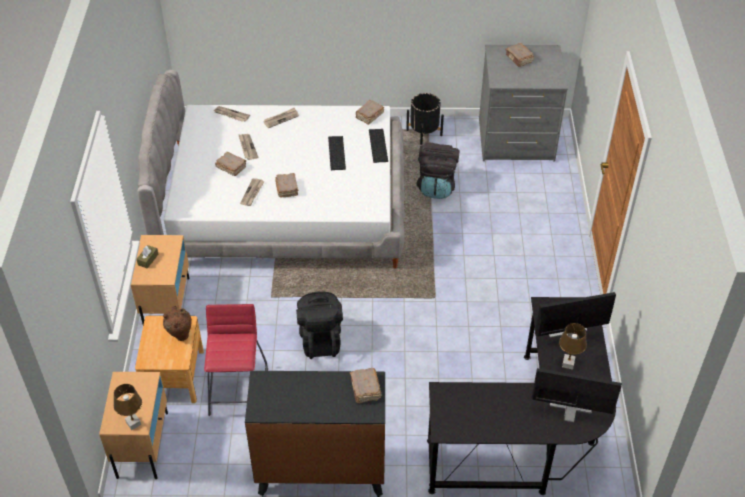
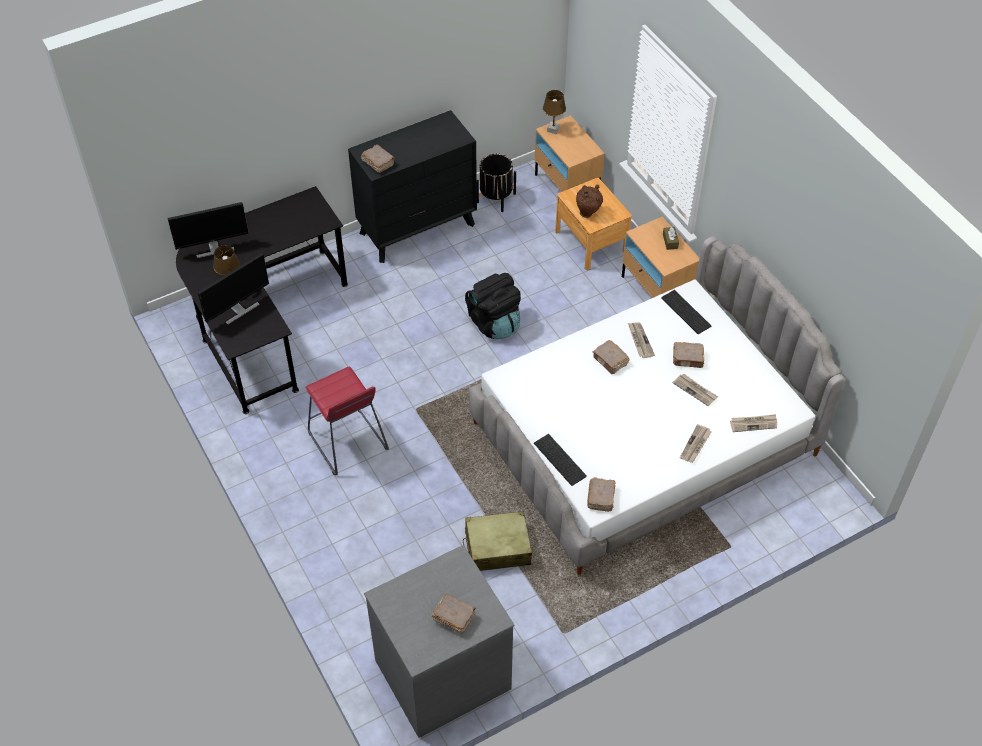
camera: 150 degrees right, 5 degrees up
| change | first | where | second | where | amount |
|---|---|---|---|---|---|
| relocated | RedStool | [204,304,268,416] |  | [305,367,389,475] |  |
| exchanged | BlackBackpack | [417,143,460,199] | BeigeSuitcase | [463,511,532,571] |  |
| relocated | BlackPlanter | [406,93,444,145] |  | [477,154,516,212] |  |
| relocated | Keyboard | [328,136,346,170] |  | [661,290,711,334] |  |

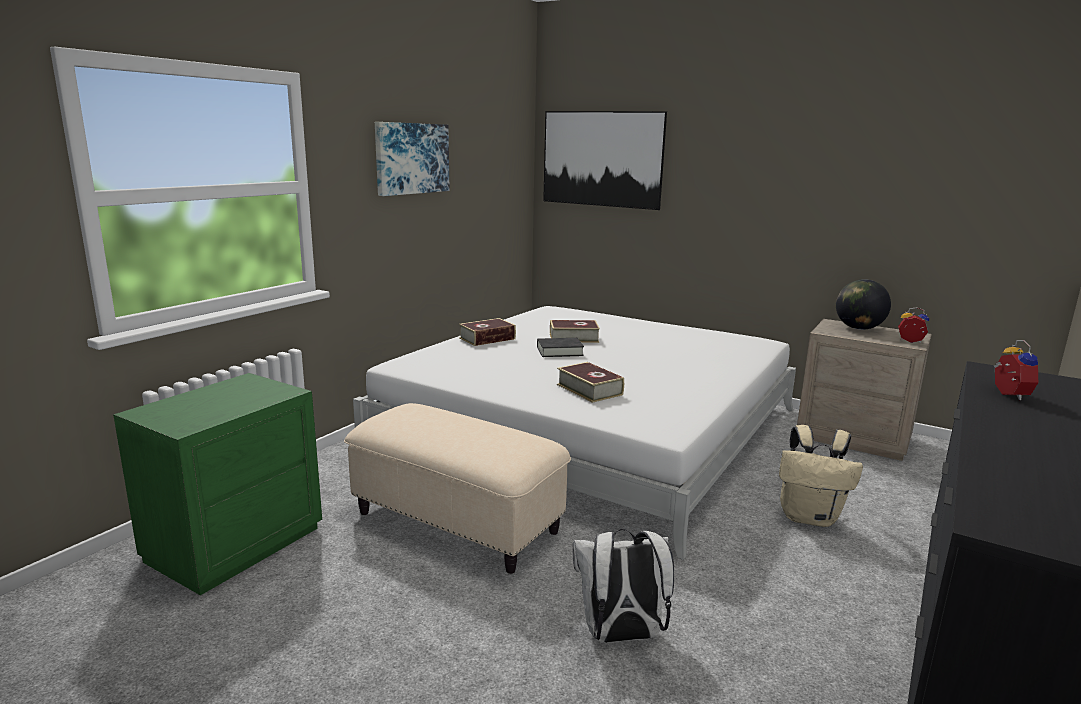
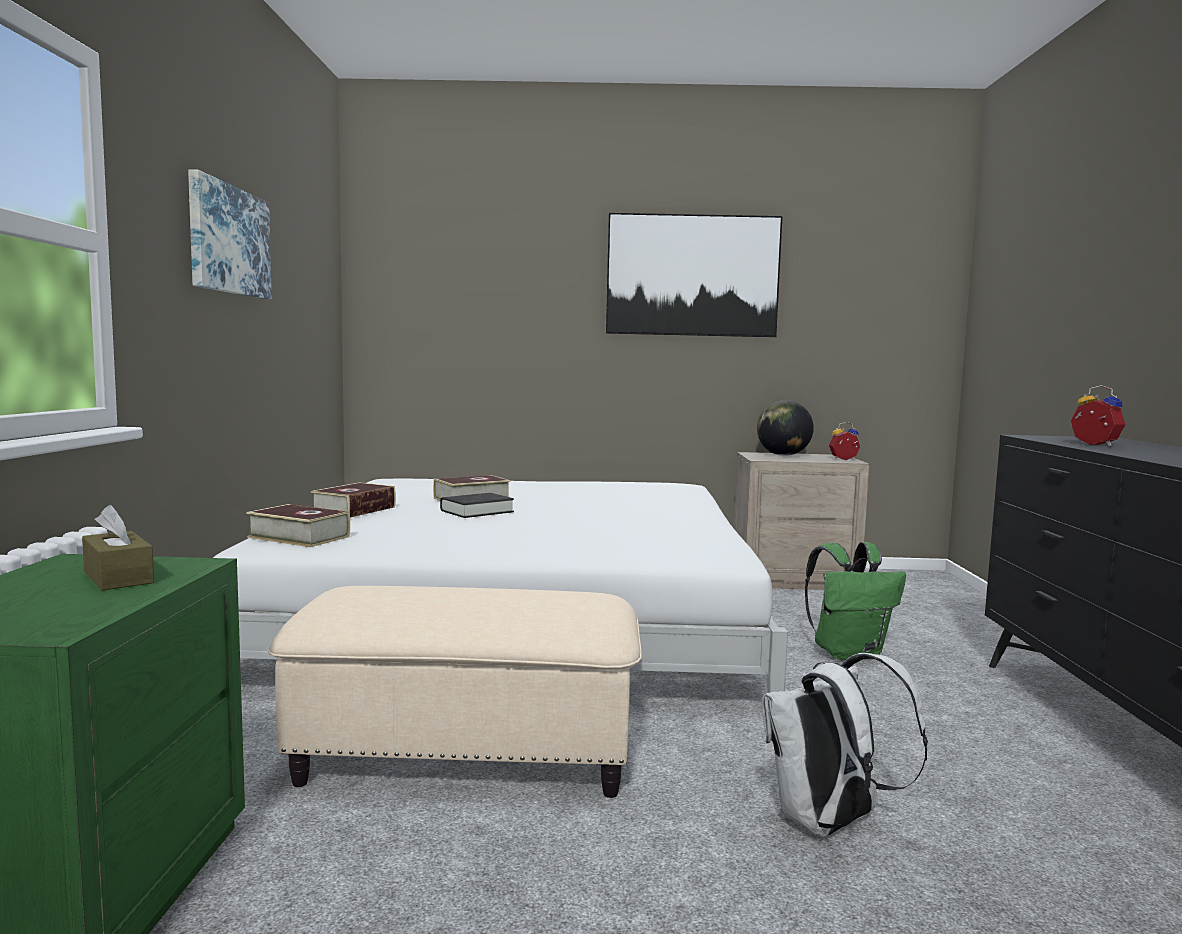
camera: 30 degrees left, 10 degrees down
| change | first | where | second | where | amount |
|---|---|---|---|---|---|
| appeared |  |  | BrownTissueBox | [82,505,154,591] |  |
| relocated | Book | [557,362,624,403] |  | [247,504,350,547] |  |
| relocated | Picture | [543,111,667,210] |  | [606,213,783,337] |  |
| colour | BeigeBackpack | [779,425,863,527] | GreenBackpack | [805,542,906,661] |  |

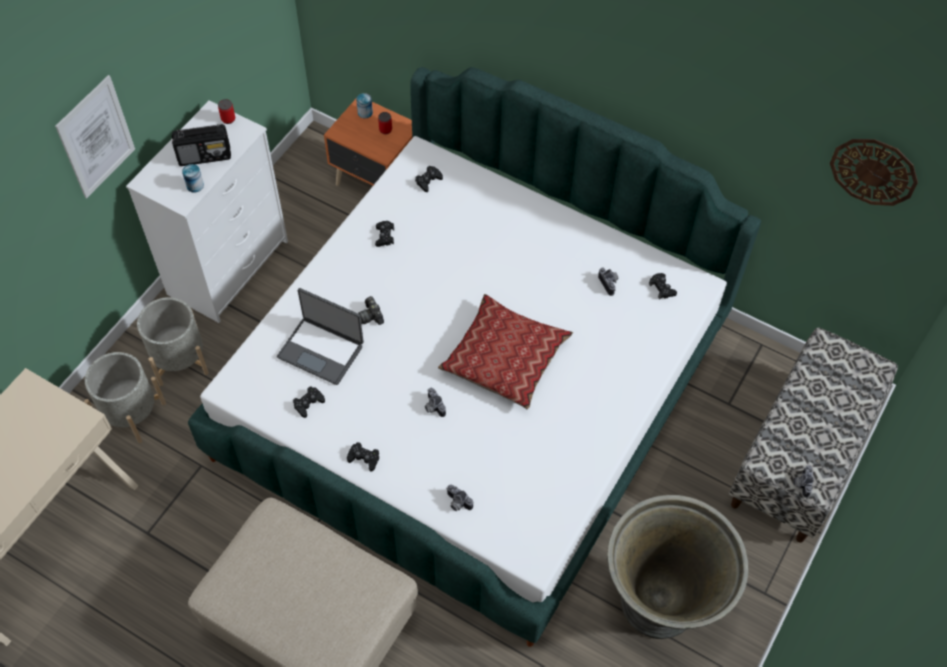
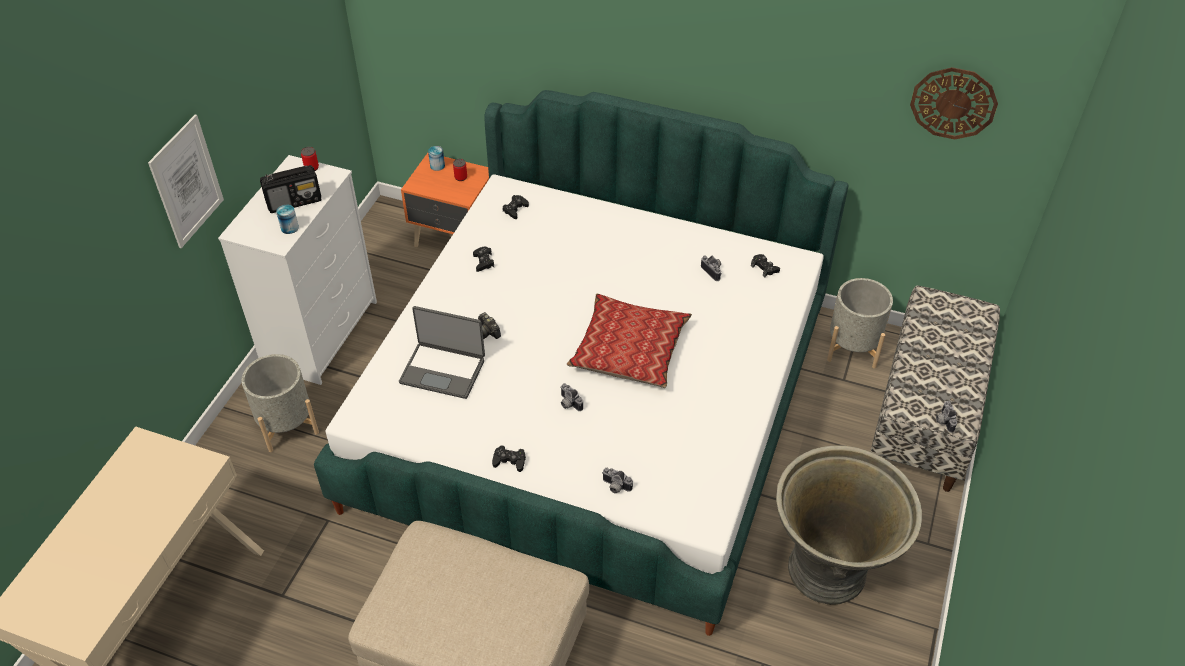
camera: 10 degrees left, 10 degrees down
| change | first | where | second | where | amount |
|---|---|---|---|---|---|
| relocated | GreyPlanter | [84,352,166,443] |  | [827,278,893,369] |  |
| missing | BlackGameController | [293,386,325,418] |  |  |  |

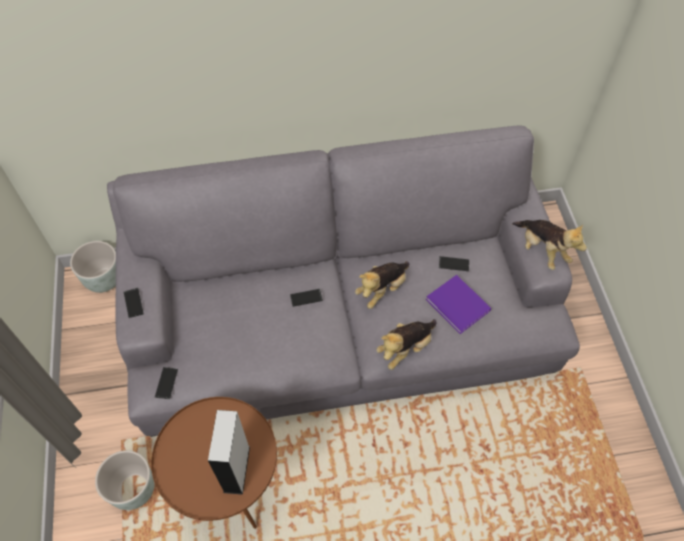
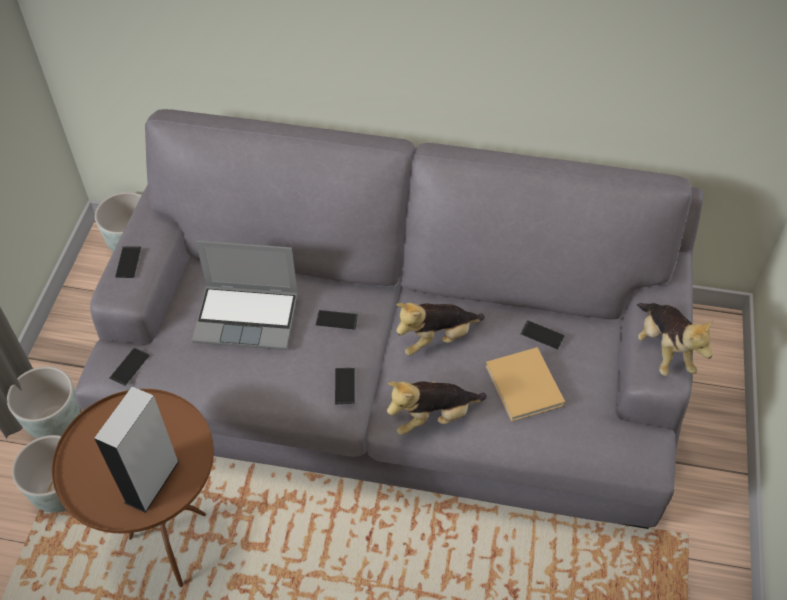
camera: 20 degrees right, 5 degrees down
| change | first | where | second | where | amount |
|---|---|---|---|---|---|
| appeared |  |  | GreyPlanter | [7,366,80,438] |  |
| appeared |  |  | Laptop | [192,240,298,350] |  |
| appeared |  |  | Phone | [335,368,355,404] |  |
| colour | PurpleBook | [426,275,491,334] | BeigeBook | [485,347,565,422] |  |

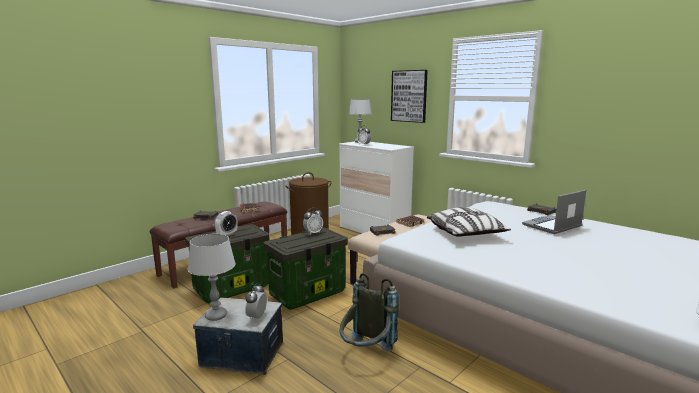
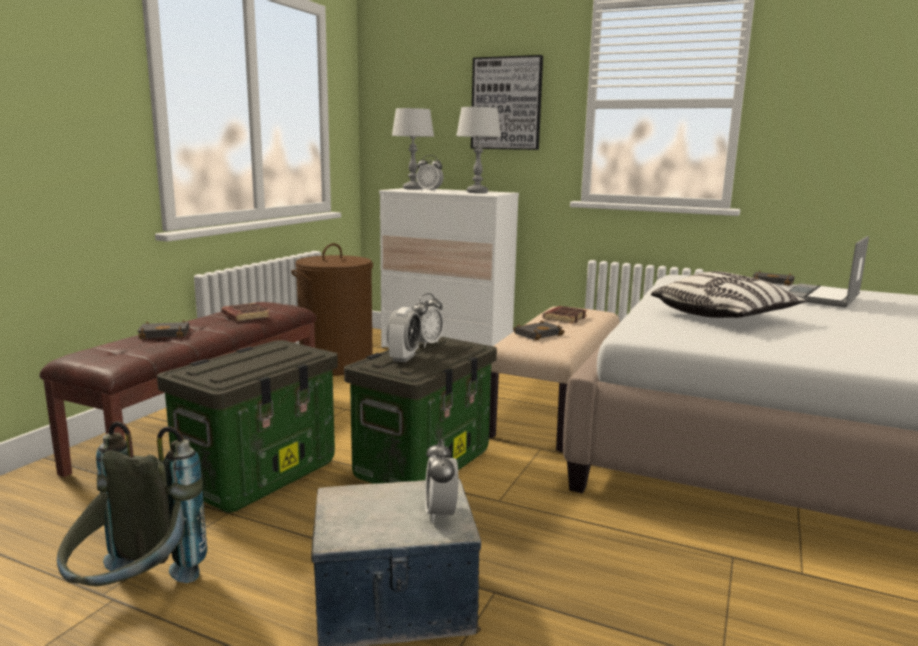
camera: 20 degrees left, 0 degrees up
| change | first | where | second | where | amount |
|---|---|---|---|---|---|
| relocated | GreyBackpack | [339,273,399,351] |  | [57,421,207,586] |  |
| relocated | AlarmClock | [215,211,238,236] |  | [387,307,421,362] |  |
| relocated | GreyTableLamp | [188,234,236,321] |  | [456,107,502,193] |  |

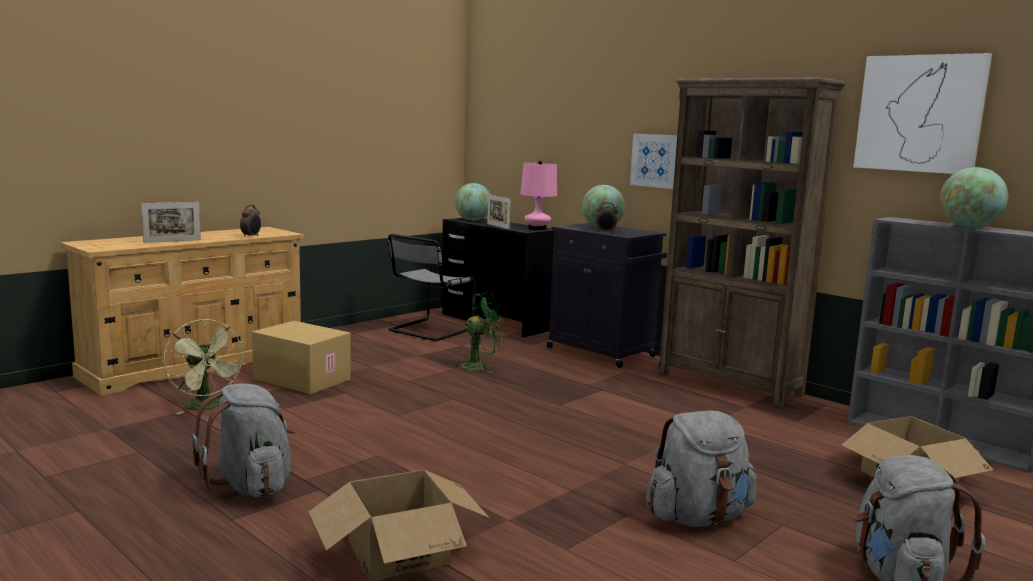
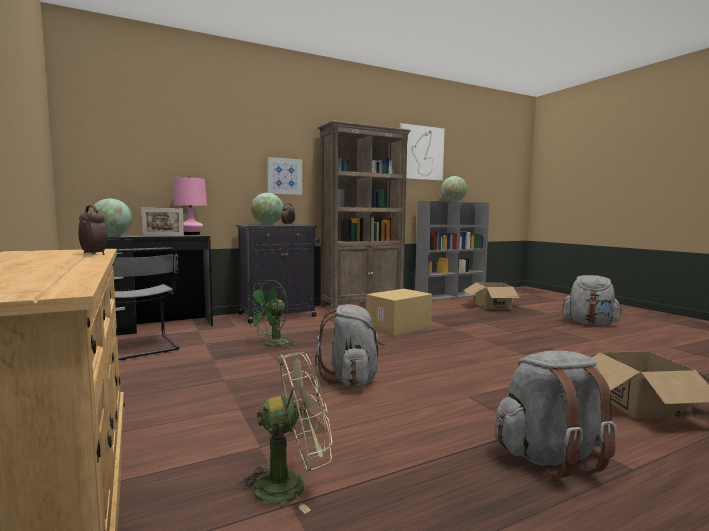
camera: 70 degrees left, 5 degrees down
| change | first | where | second | where | amount |
|---|---|---|---|---|---|
| spun | GreenFan | [451,292,507,373] |  | [247,280,295,348] | 135 degrees counterclockwise |
| relocated | GreyBackpack | [646,411,757,527] |  | [315,304,385,386] |  |
| relocated | CardboardBox | [252,321,351,395] |  | [366,289,432,336] |  |
| missing | PictureFrame | [141,202,201,243] |  |  |  |

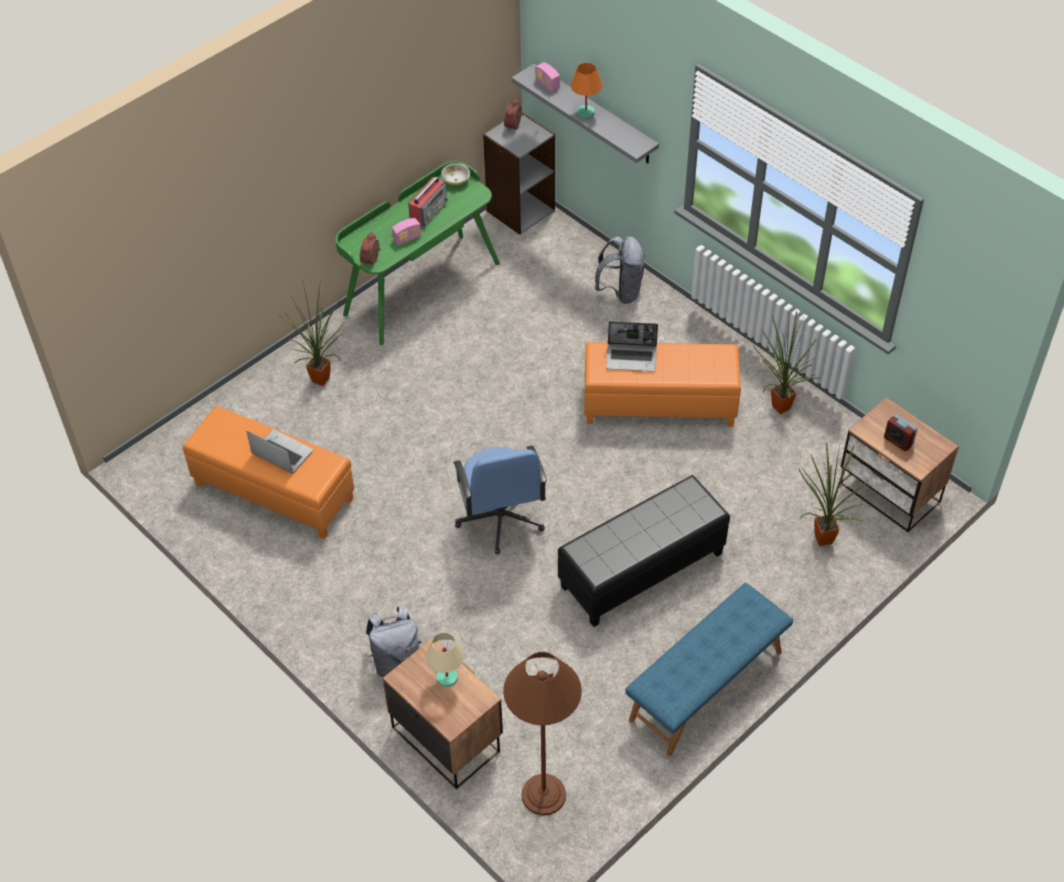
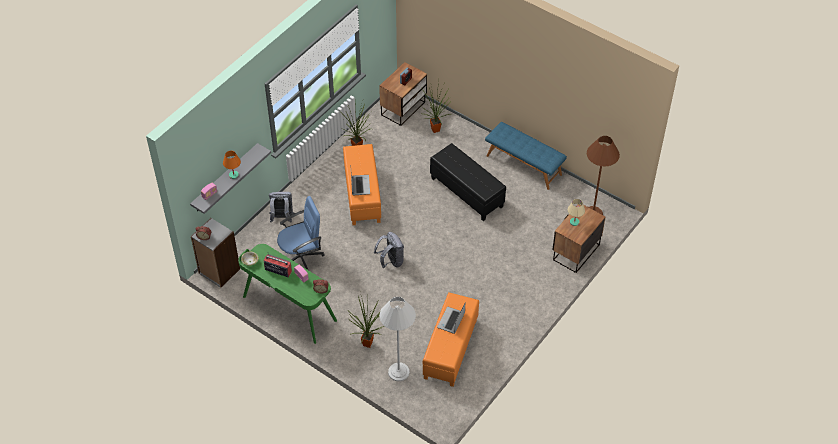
camera: 100 degrees left, 0 degrees up
| change | first | where | second | where | amount |
|---|---|---|---|---|---|
| relocated | BlueOfficeChair | [453,446,547,555] |  | [277,196,324,270] |  |
| relocated | GreyBackpack | [366,606,422,677] |  | [374,232,404,268] |  |
| appeared |  |  | WhiteFloorLamp | [379,297,416,381] |  |

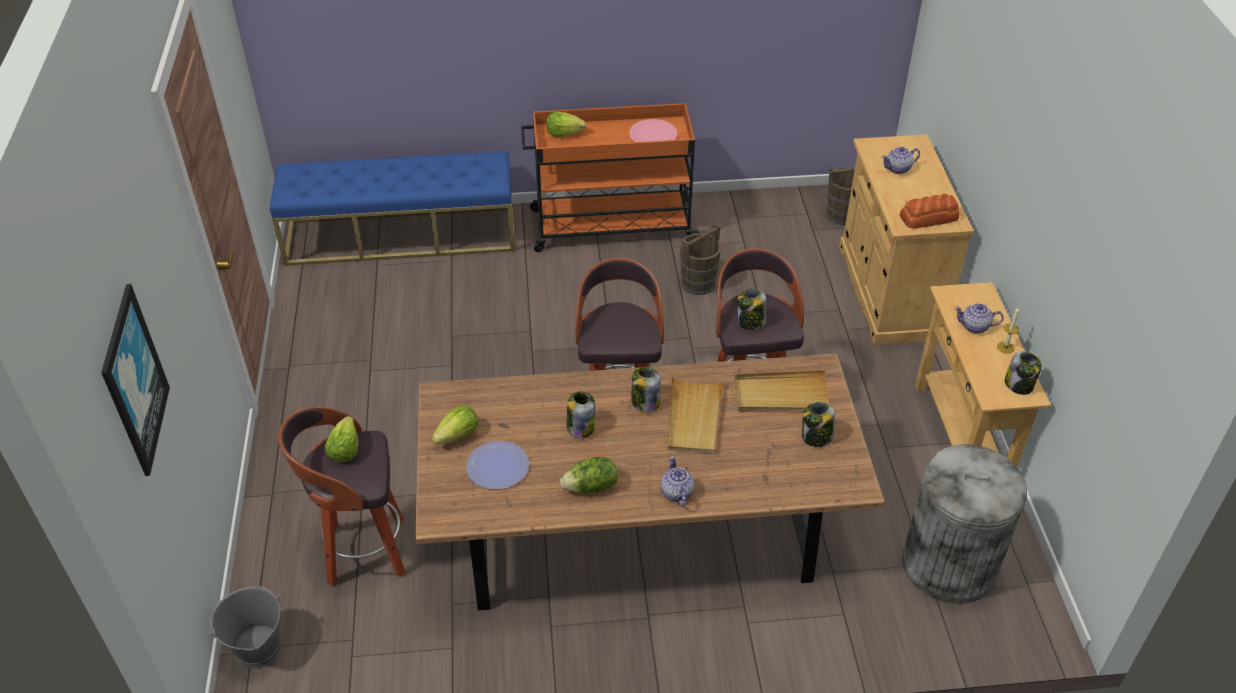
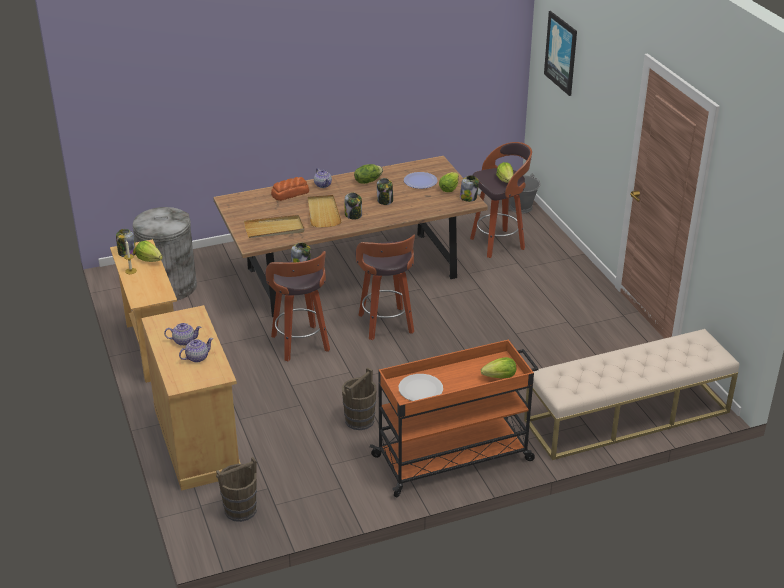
camera: 165 degrees right, 10 degrees down
| change | first | where | second | where | amount |
|---|---|---|---|---|---|
| appeared |  |  | Lettuce | [136,241,163,262] |  |
| relocated | Teapot | [954,303,1004,333] |  | [164,323,201,346] |  |
| relocated | Bread | [900,194,959,229] |  | [271,177,309,201] |  |
| colour | PinkPlate | [629,119,678,142] | WhitePlate | [399,374,443,401] |  |
| relocated | Jar | [802,402,835,447] |  | [460,175,479,202] |  |
| colour | BlueBench | [270,151,515,266] | BeigeBench | [524,329,739,460] |  |

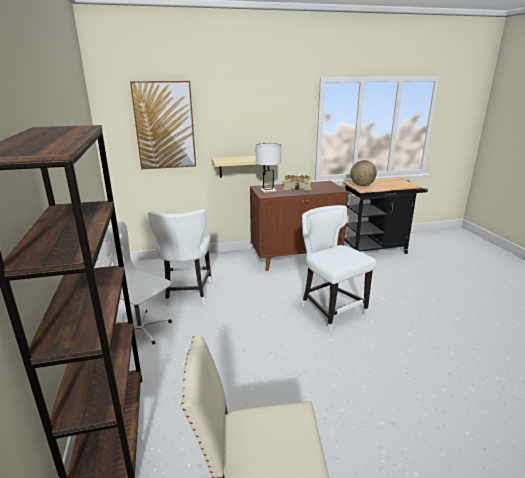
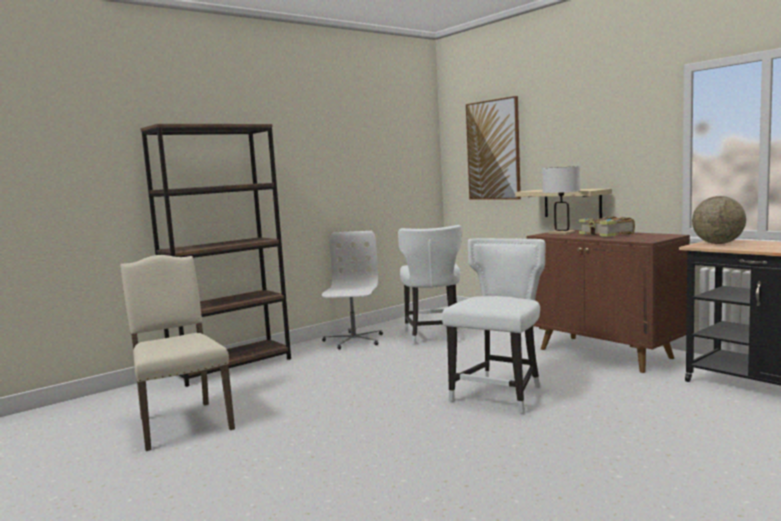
camera: 65 degrees right, 15 degrees down
| change | first | where | second | where | amount |
|---|---|---|---|---|---|
| spun | WhiteChair | [148,209,212,306] |  | [398,225,462,345] | 60 degrees counterclockwise |

